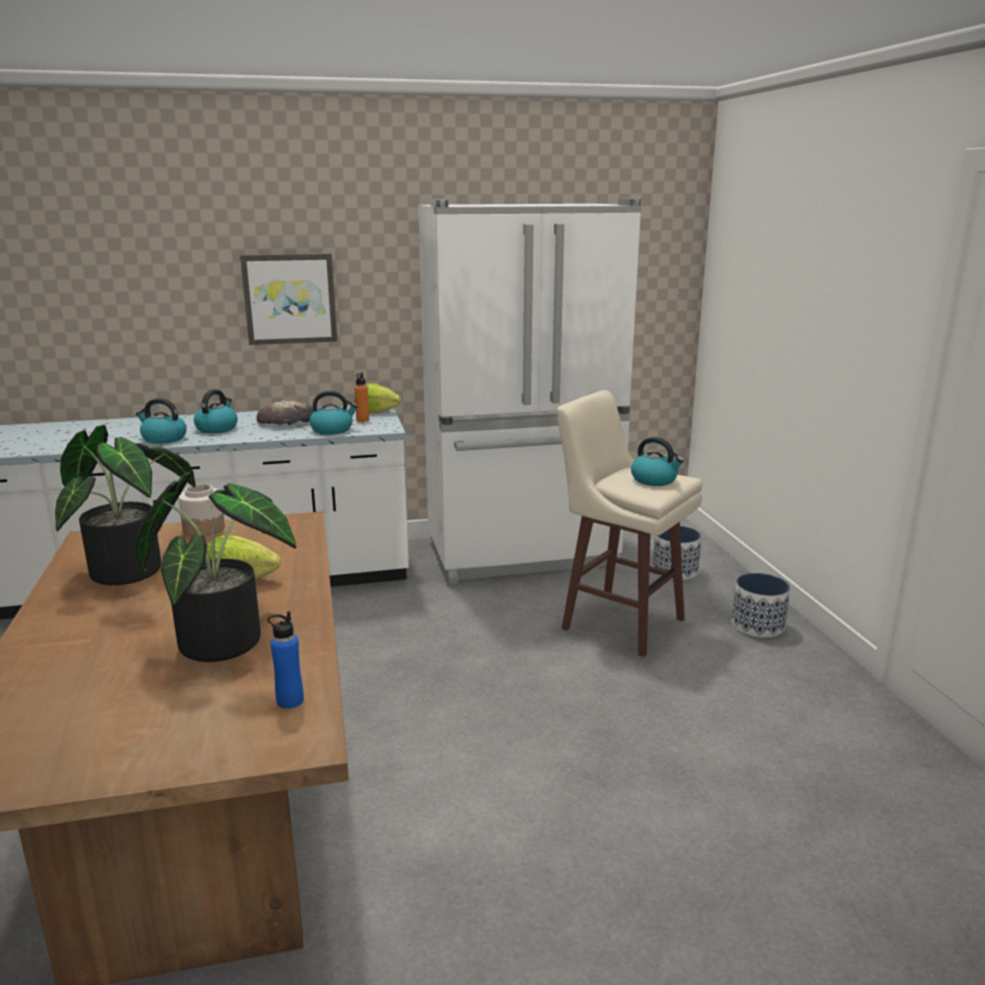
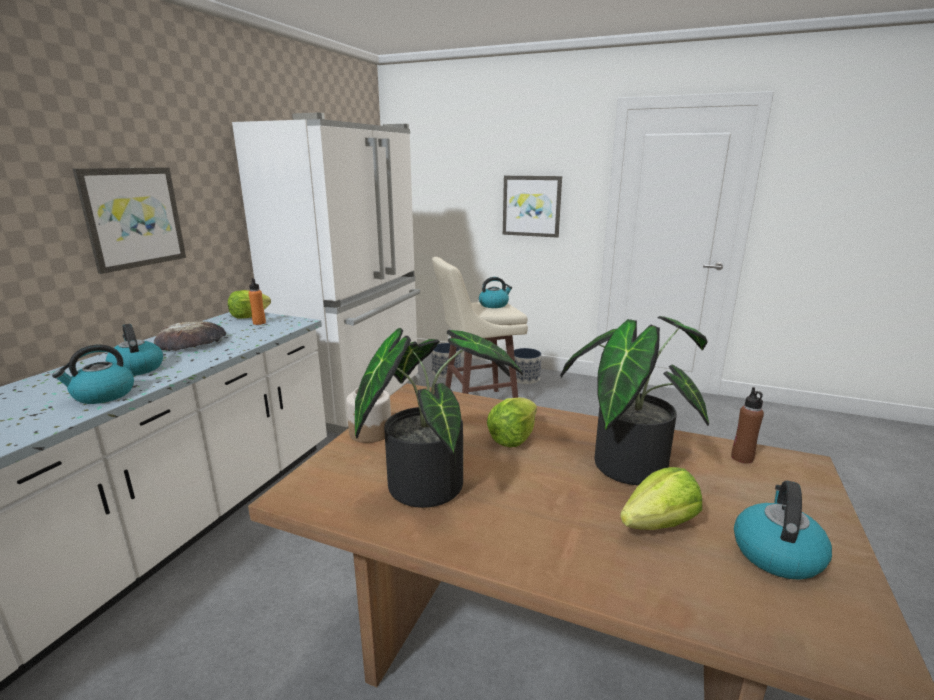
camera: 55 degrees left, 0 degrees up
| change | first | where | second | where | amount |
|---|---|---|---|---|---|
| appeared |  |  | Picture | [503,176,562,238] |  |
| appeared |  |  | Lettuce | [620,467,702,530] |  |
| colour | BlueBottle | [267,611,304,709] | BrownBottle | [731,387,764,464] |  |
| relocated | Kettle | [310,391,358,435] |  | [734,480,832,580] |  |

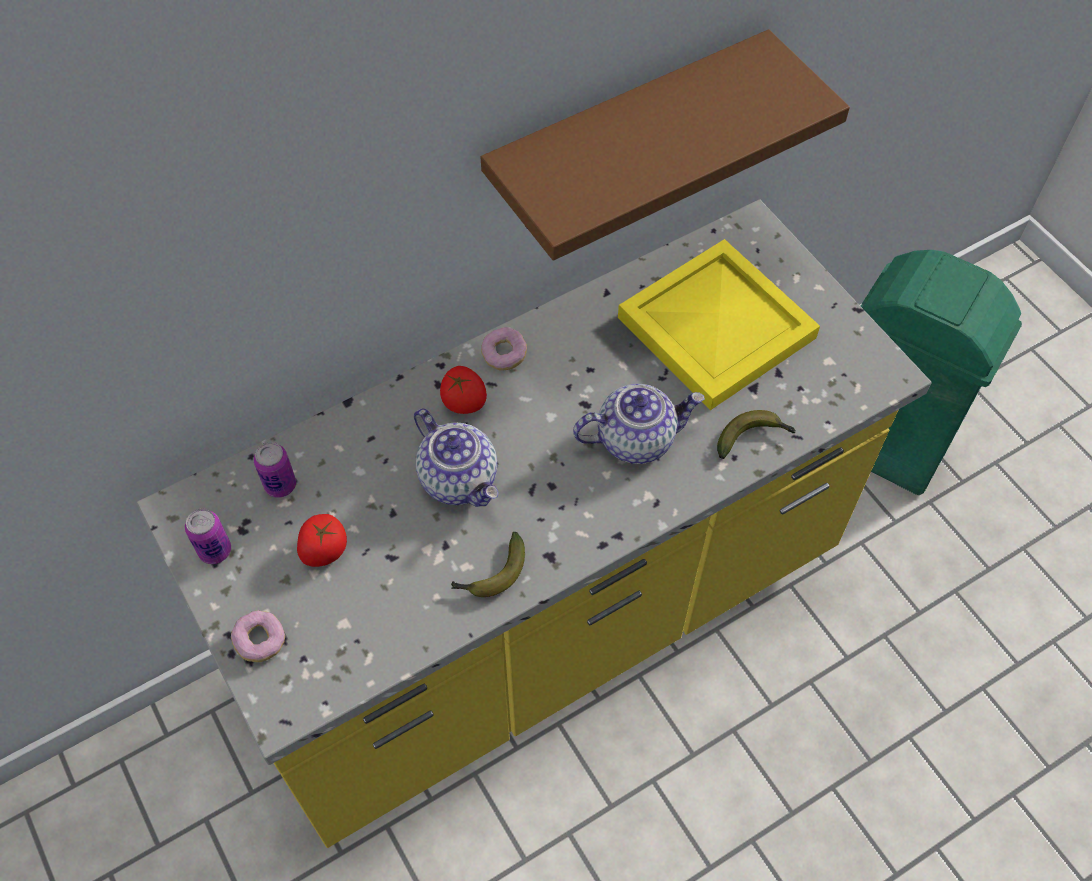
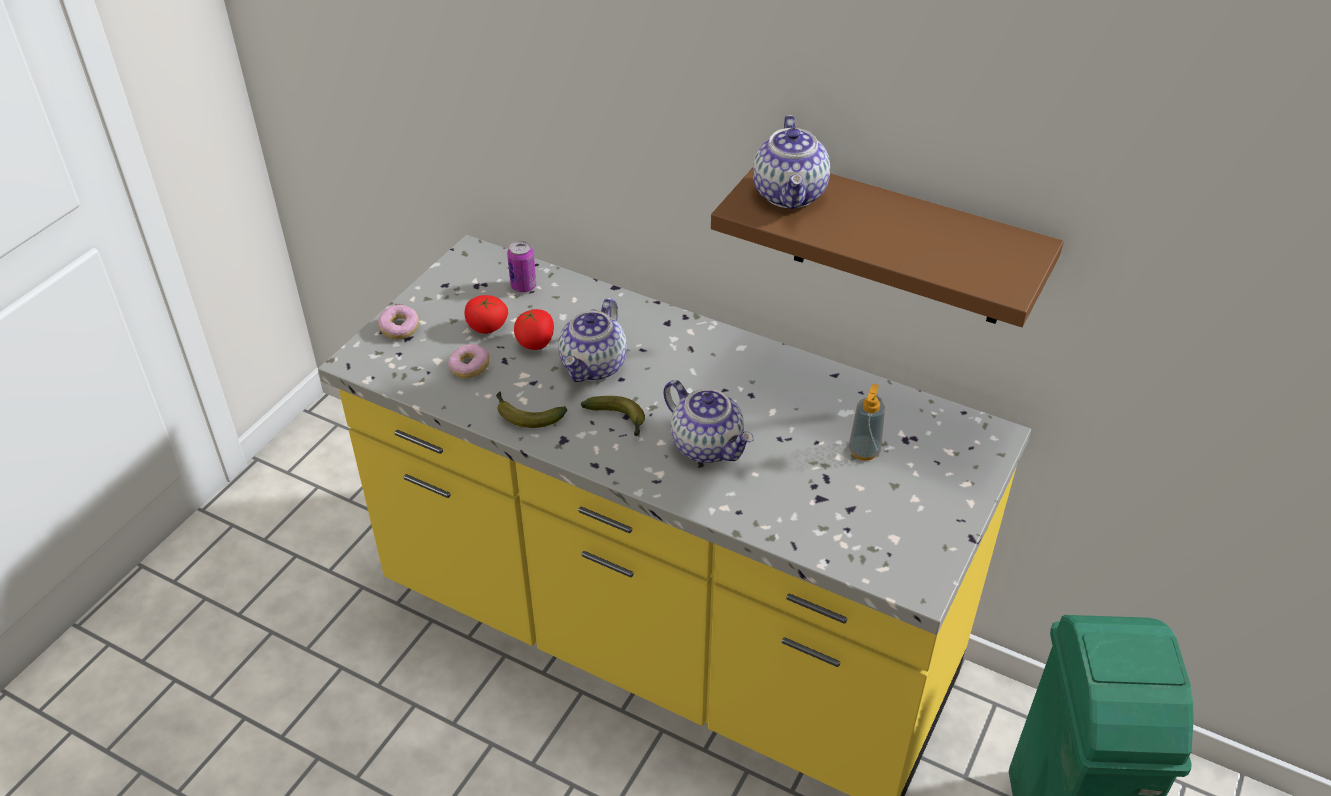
camera: 60 degrees right, 15 degrees down
| change | first | where | second | where | amount |
|---|---|---|---|---|---|
| relocated | Donut | [481,327,527,371] |  | [448,344,490,378] |  |
| relocated | Tomato | [440,366,487,414] |  | [514,309,554,350] |  |
| relocated | Banana | [717,410,796,459] |  | [581,396,645,437] |  |
| appeared |  |  | Teapot | [753,115,830,209] |  |
| exchanged | YellowTray | [618,239,820,410] | SoapDispenser | [849,384,885,461] |  |
| missing | Can | [185,509,231,564] |  |  |  |

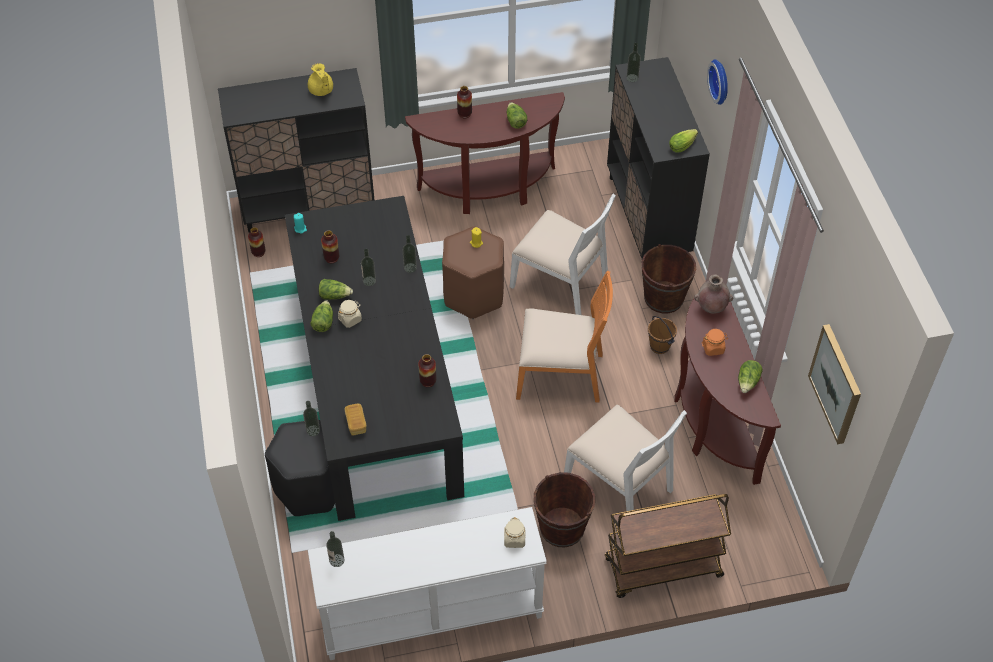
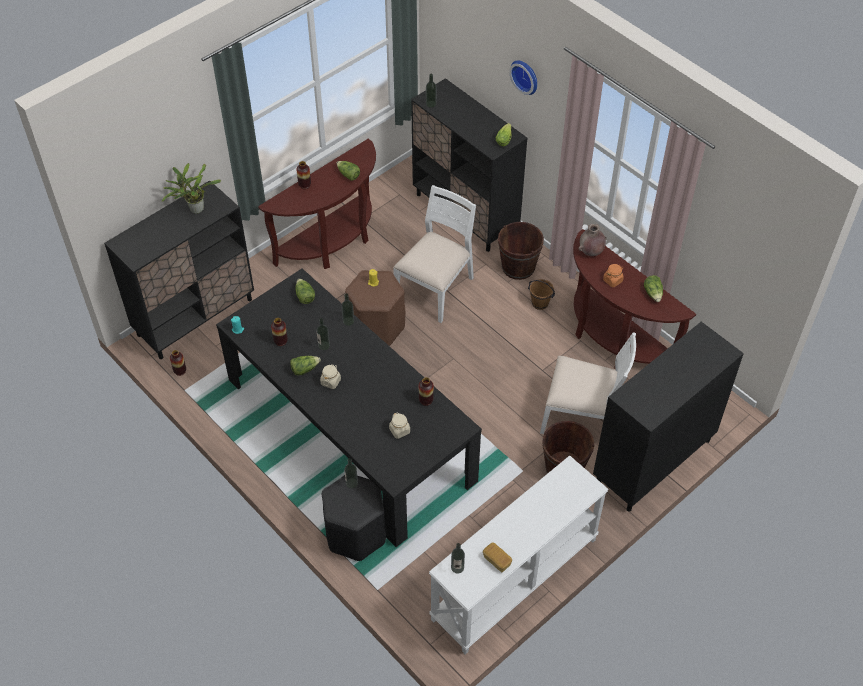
camera: 30 degrees left, 0 degrees up
| change | first | where | second | where | amount |
|---|---|---|---|---|---|
| exchanged | YellowTeapot | [308,63,333,96] | PottedPlant | [162,163,221,214] |  |
| relocated | Lettuce | [310,300,333,332] |  | [295,279,315,304] |  |
| relocated | BeigeJar | [504,517,525,548] |  | [389,413,410,439] |  |
| spun | WhiteChair | [510,194,616,315] |  | [393,185,476,323] | 60 degrees counterclockwise |
| relocated | Bread | [345,404,366,436] |  | [483,542,512,572] |  |
| exchanged | BrownCart | [605,494,731,598] | BlackCabinet | [593,322,744,512] |  |
| missing | OrangeChair | [516,271,613,403] |  |  |  |
| missing | Picture | [808,324,861,444] |  |  |  |

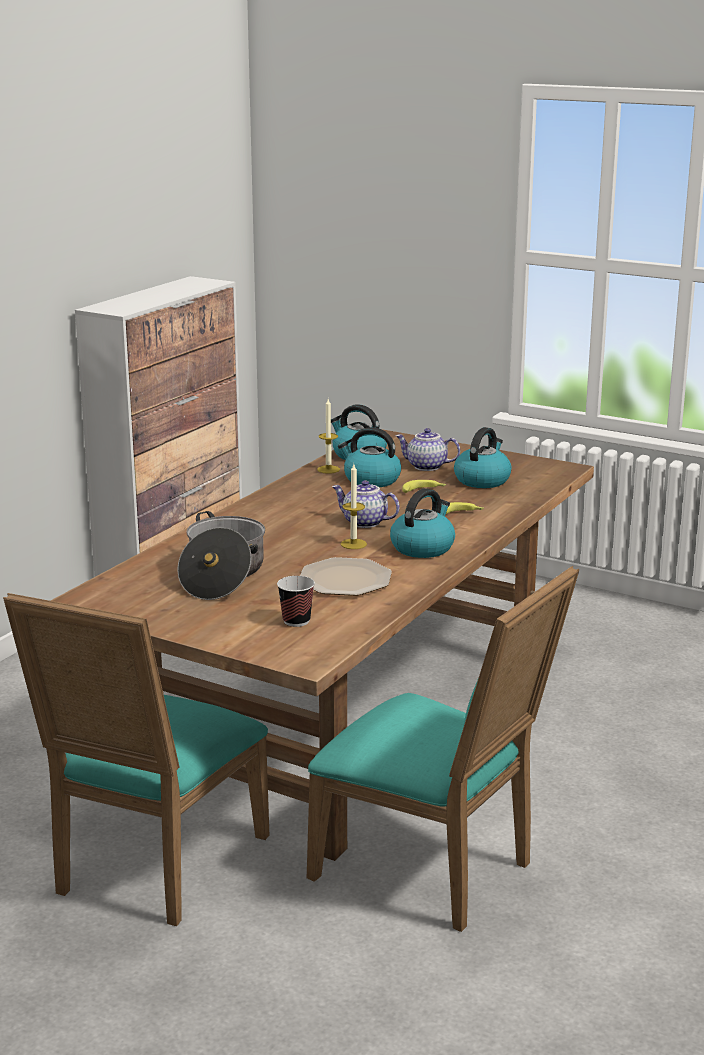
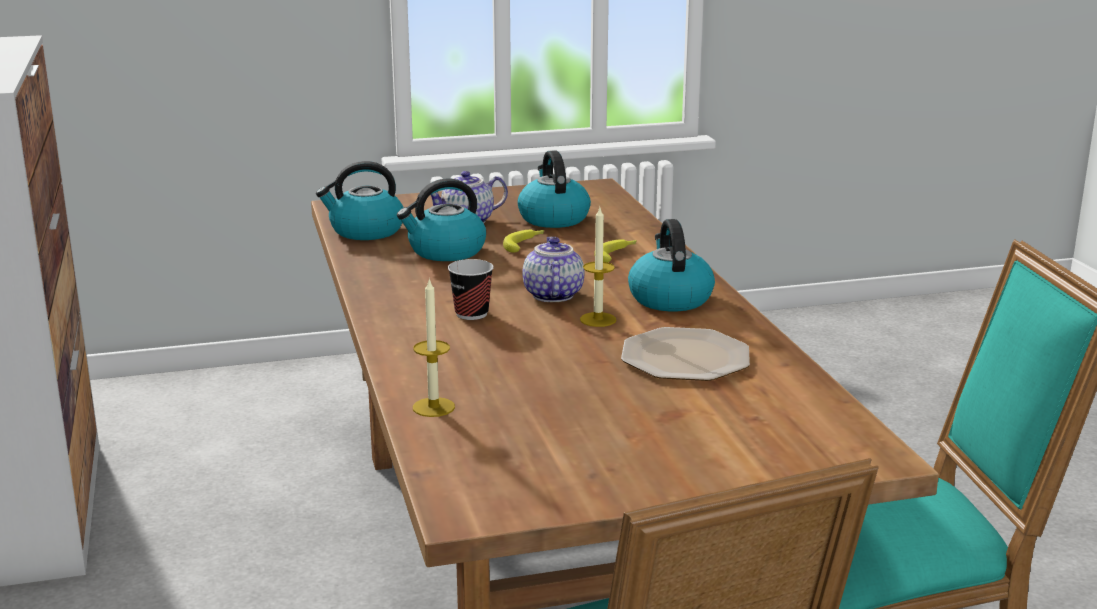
camera: 45 degrees left, 0 degrees up
| change | first | where | second | where | amount |
|---|---|---|---|---|---|
| relocated | Candle | [317,399,340,474] |  | [413,278,455,417] |  |
| relocated | Cup | [277,576,315,627] |  | [448,259,494,320] |  |
| spun | Teapot | [332,480,400,528] |  | [523,237,584,302] | 105 degrees clockwise |
| missing | CookingPot | [177,511,265,600] |  |  |  |

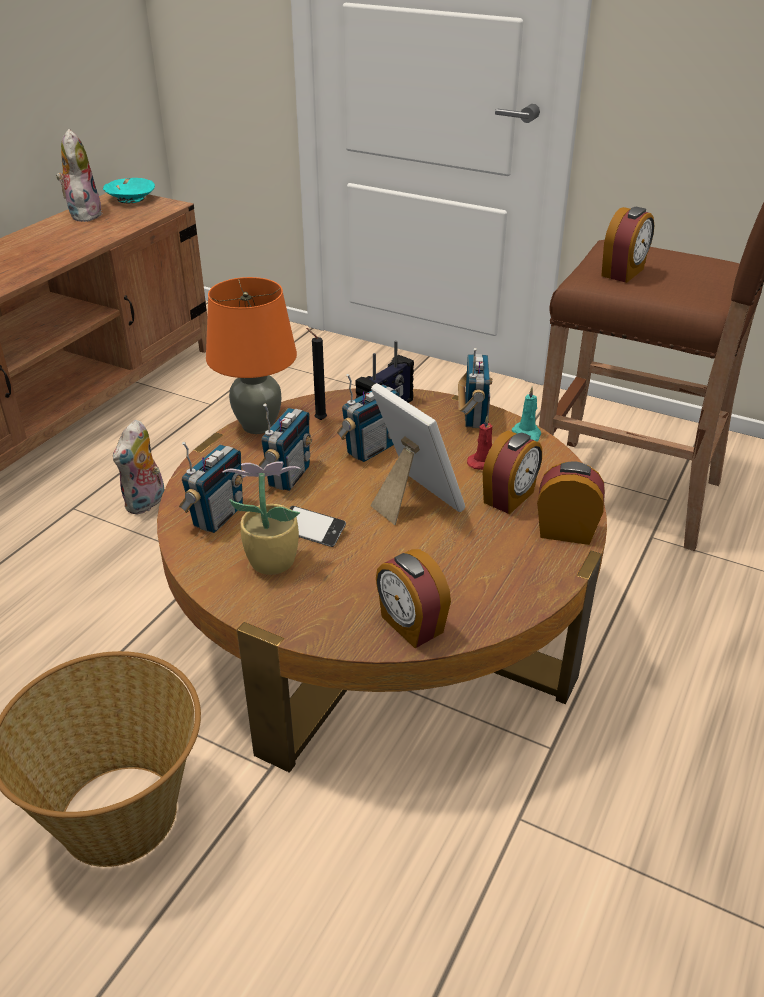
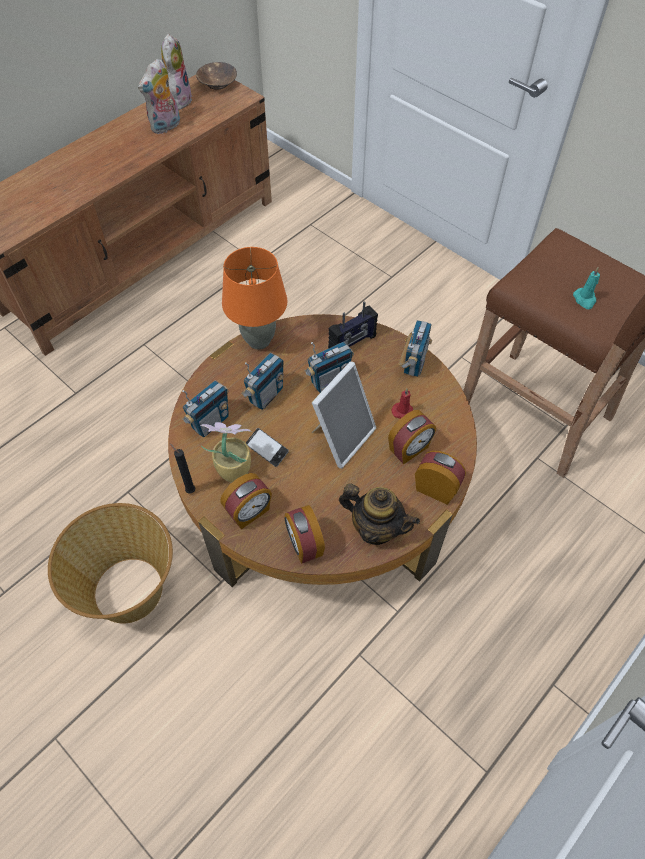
camera: 15 degrees right, 20 degrees up
| change | first | where | second | where | amount |
|---|---|---|---|---|---|
| relocated | PlushToy | [113,420,165,515] |  | [138,59,180,134] |  |
| relocated | BlackCandle | [306,328,327,420] |  | [170,443,195,494] |  |
| colour | TurquoiseBowl | [103,178,155,203] | BrownBowl | [196,62,237,90] |  |
| relocated | AlarmClock | [601,207,654,283] |  | [220,473,272,529] |  |
| spun | PictureFrame | [370,383,465,525] |  | [312,361,376,469] | 60 degrees clockwise |
| appeared |  |  | Teapot | [339,483,420,545] |  |
| relocated | TurquoiseCandle | [512,387,541,442] |  | [573,267,600,309] |  |

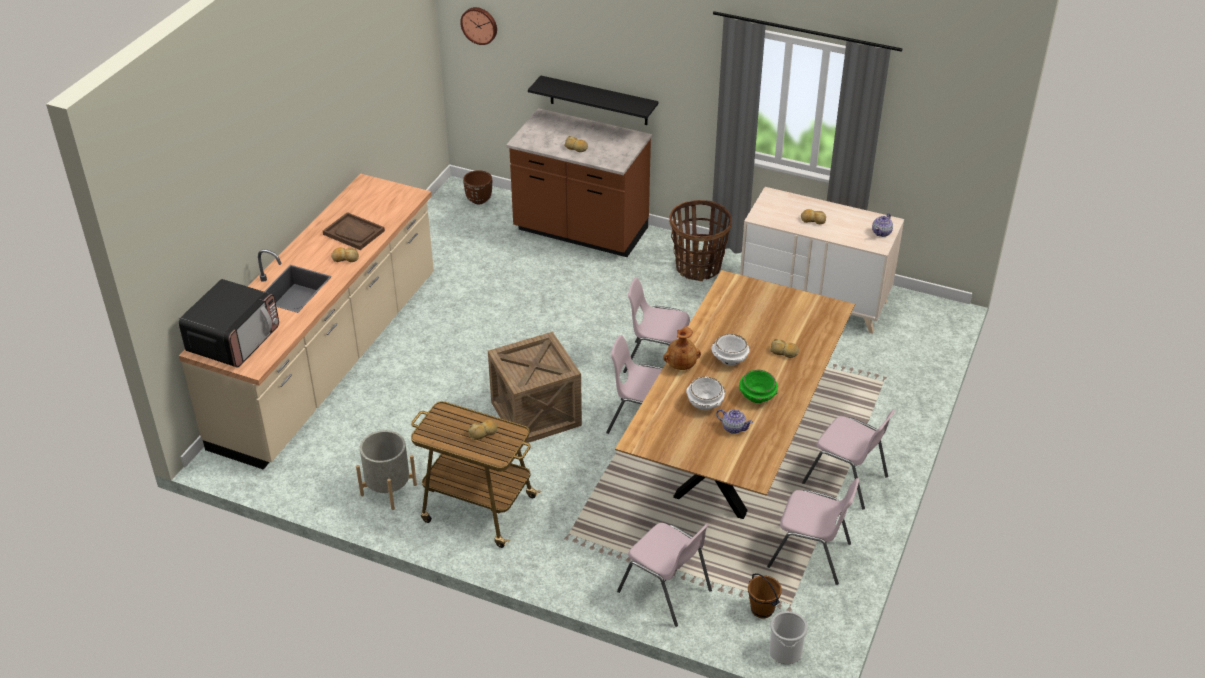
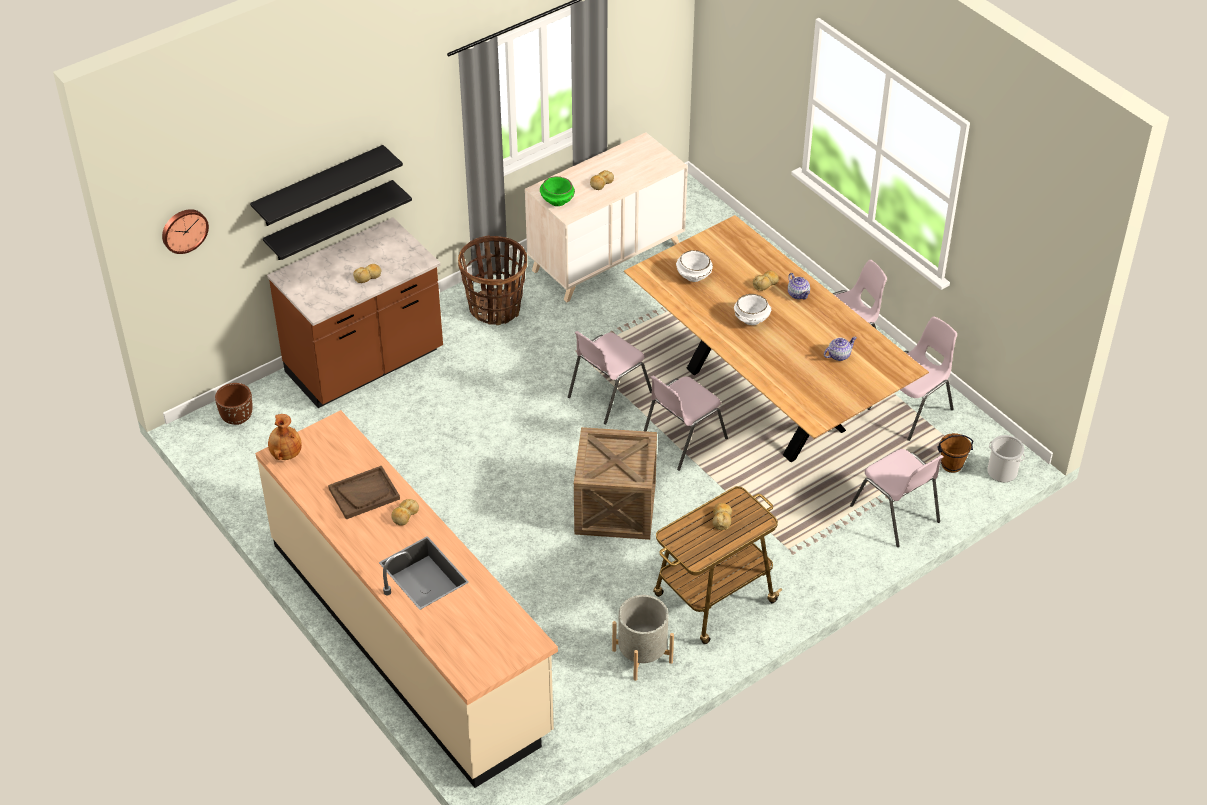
camera: 60 degrees left, 5 degrees up
| change | first | where | second | where | amount |
|---|---|---|---|---|---|
| appeared |  |  | BlackShelf | [250,145,403,226] |  |
| relocated | BrownVase | [663,326,701,370] |  | [268,414,302,460] |  |
| relocated | GreenBowl | [739,370,778,403] |  | [540,176,575,206] |  |
| relocated | WhiteBowl | [686,377,725,410] |  | [676,250,713,282] |  |
| relocated | Teapot | [872,213,893,237] |  | [788,273,810,300] |  |
| spun | PinkChair | [617,523,712,627] |  | [850,449,943,547] | 75 degrees clockwise |
| missing | Microwave | [179,279,279,367] |  |  |  |

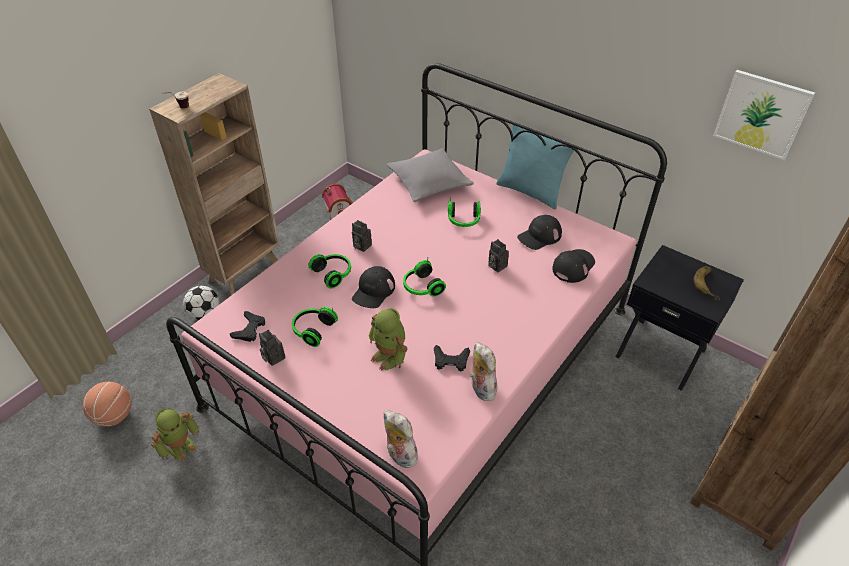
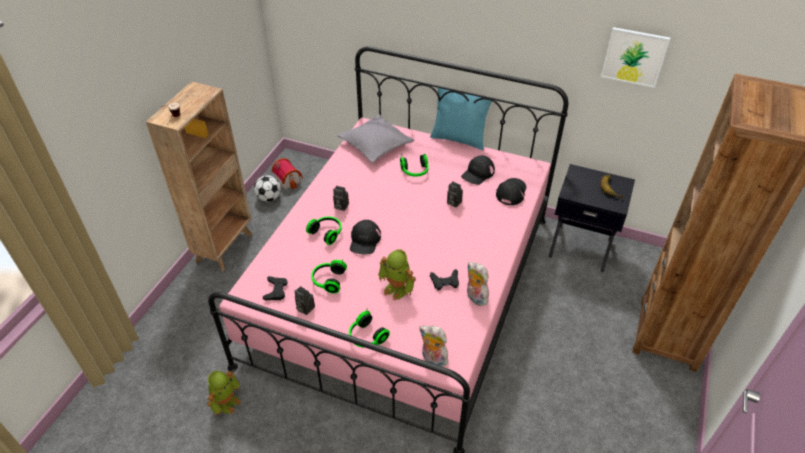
camera: 15 degrees left, 0 degrees up
| change | first | where | second | where | amount |
|---|---|---|---|---|---|
| relocated | Football | [183,286,219,320] |  | [254,175,281,202] |  |
| relocated | Headphones | [403,258,446,297] |  | [349,311,390,347] |  |
| missing | Basketball | [83,382,132,427] |  |  |  |

